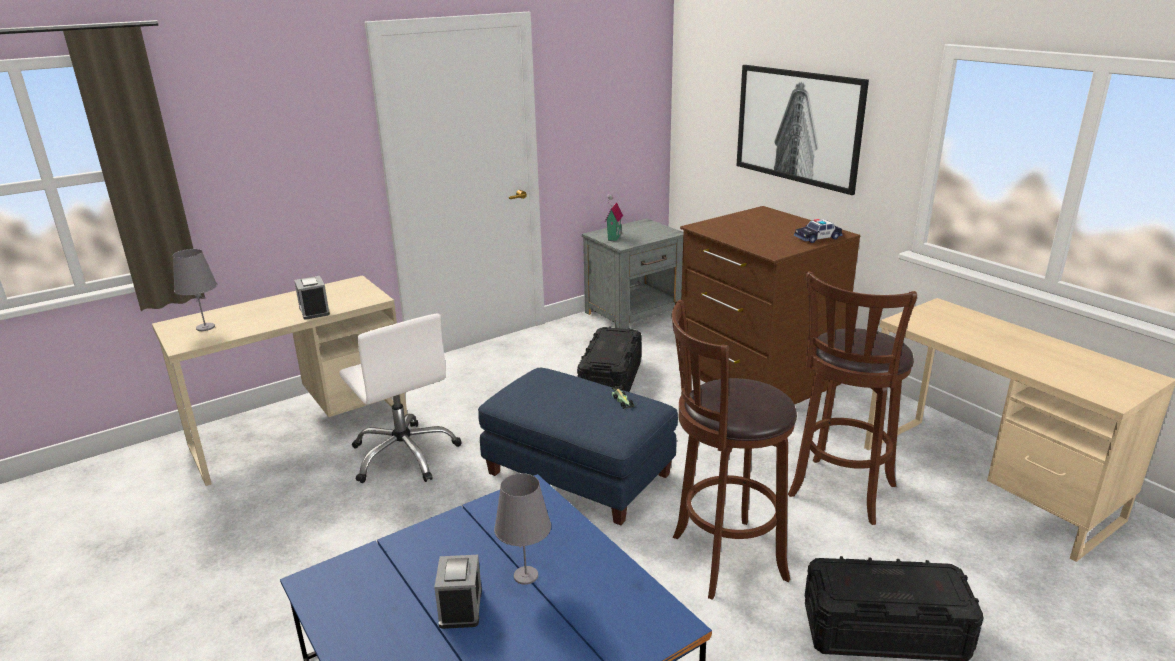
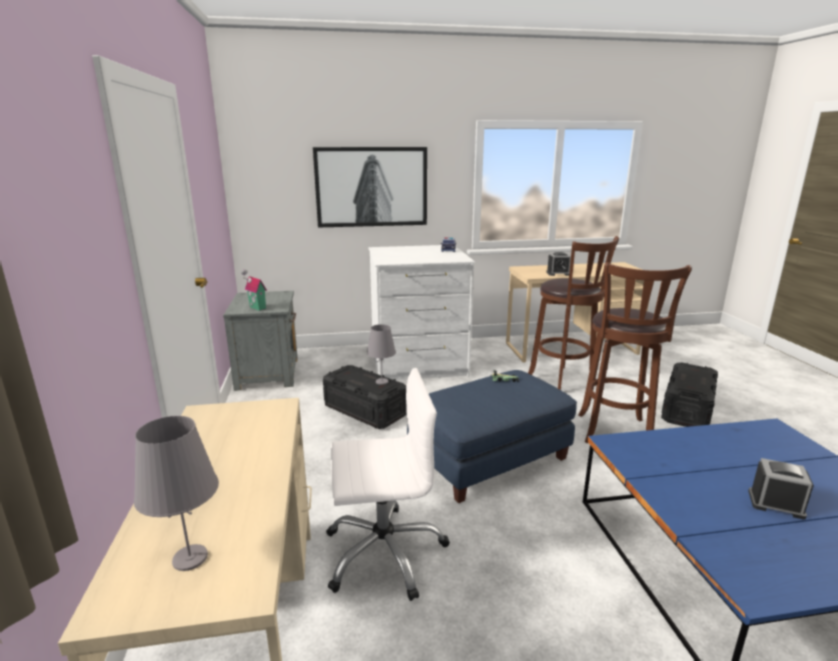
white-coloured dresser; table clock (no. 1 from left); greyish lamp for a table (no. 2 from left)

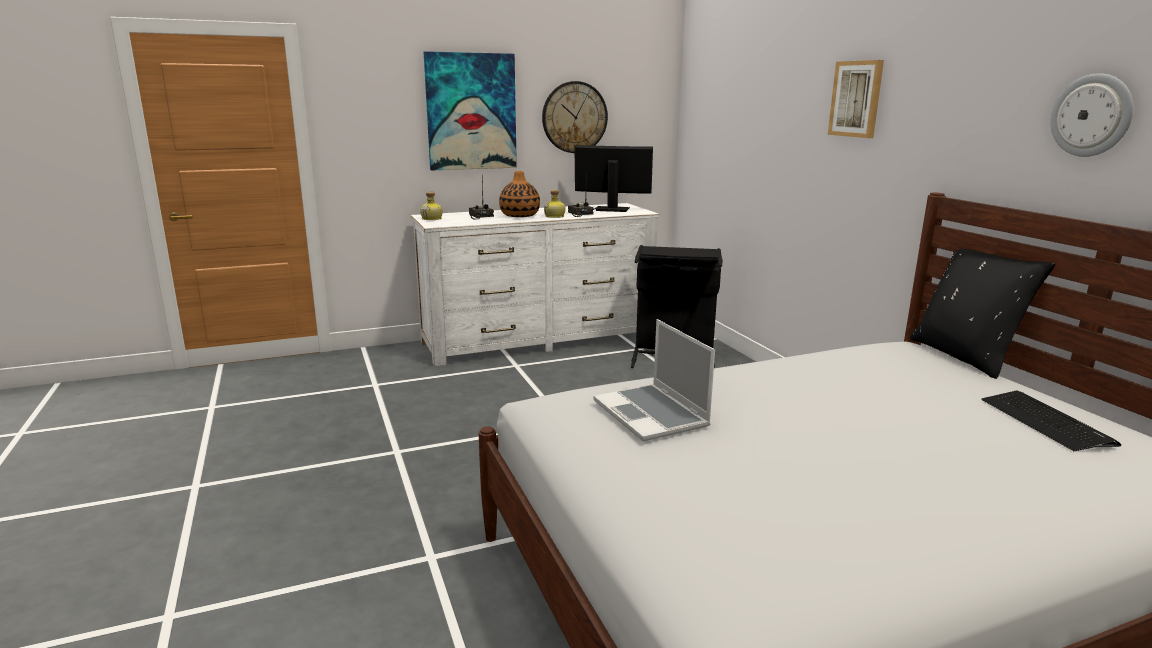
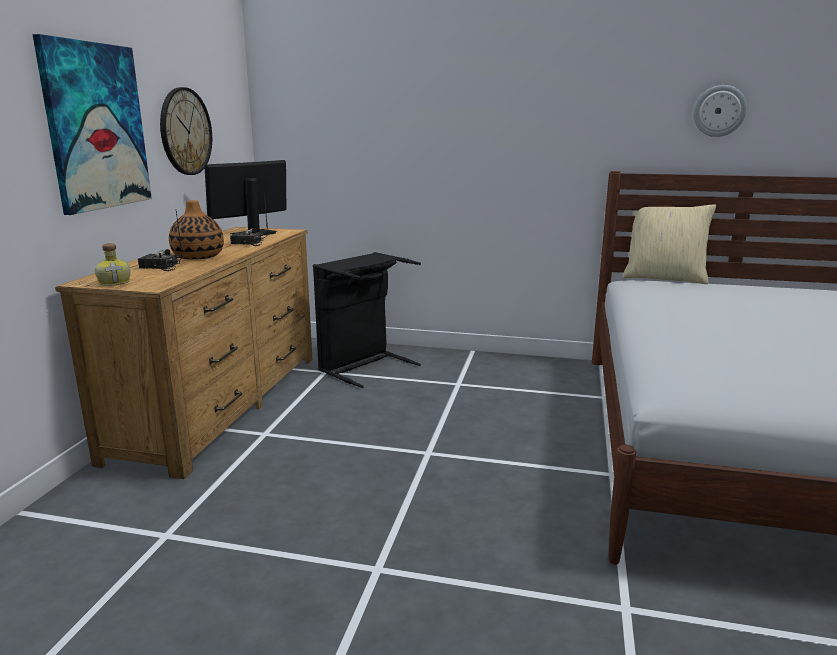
picture (no. 2 from left in the first image); bottle (no. 2 from left in the first image); brownish dresser; sand-coloured cushion; laptop; PC keyboard

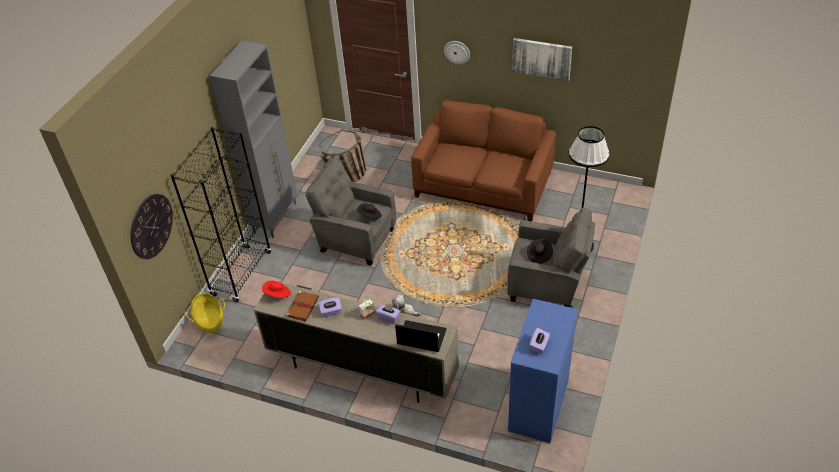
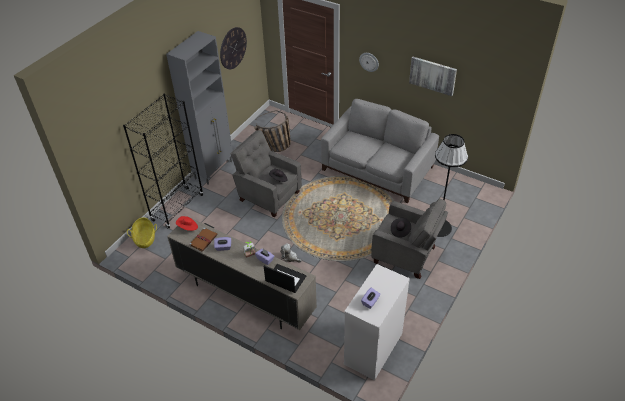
greyish settee; hanging clock (no. 1 from left); white-coloured dresser

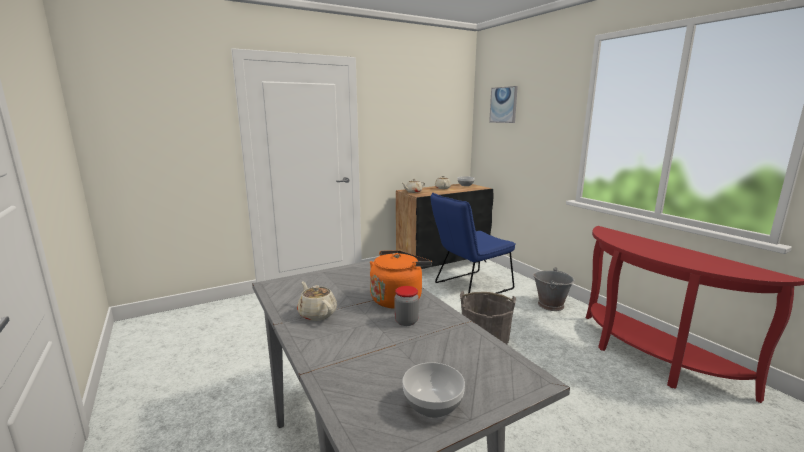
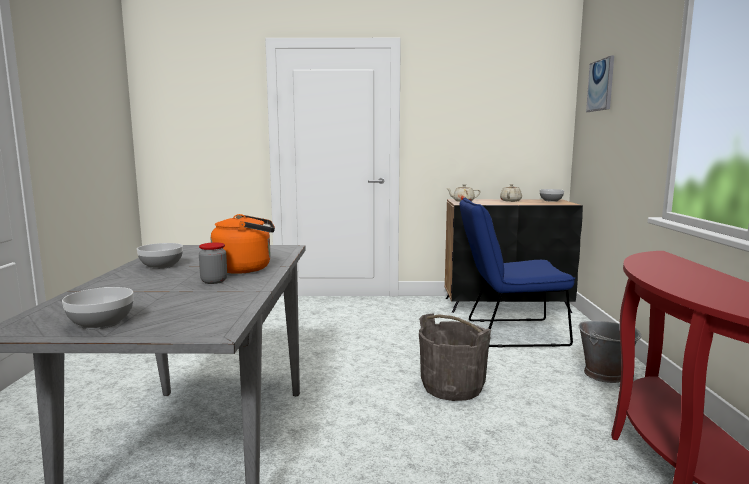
serving bowl (no. 2 from left)

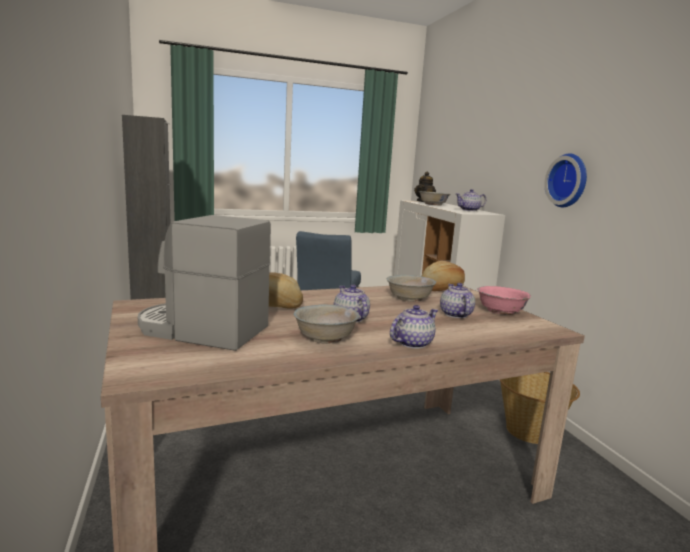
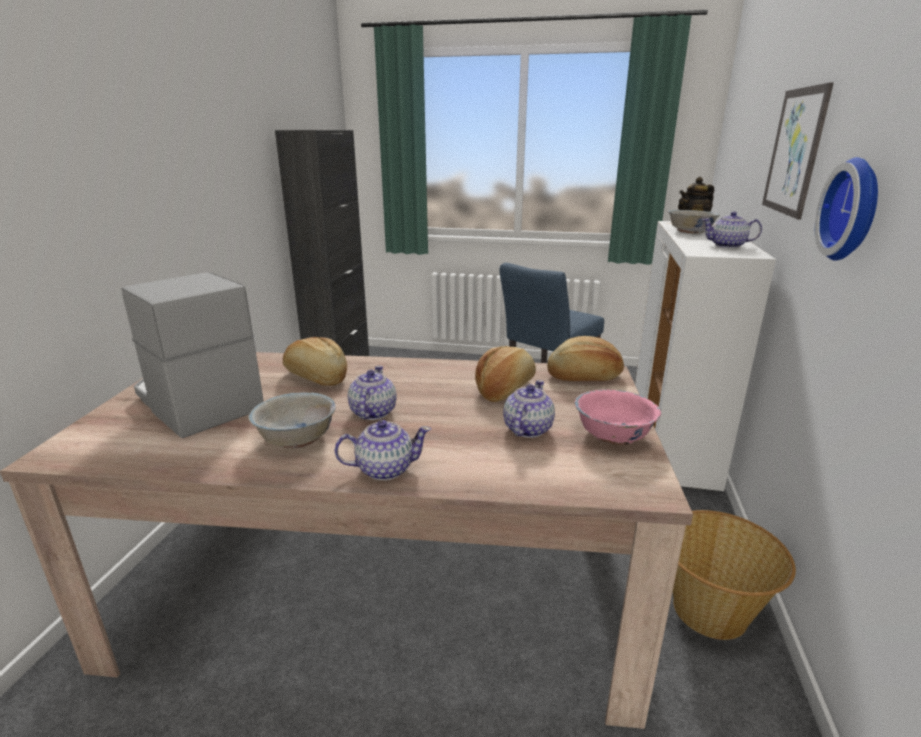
bread (no. 2 from left); picture

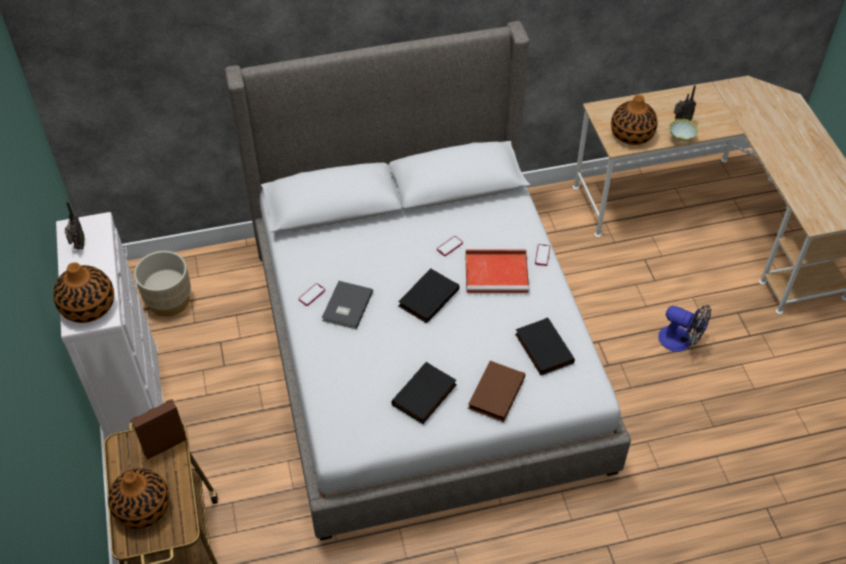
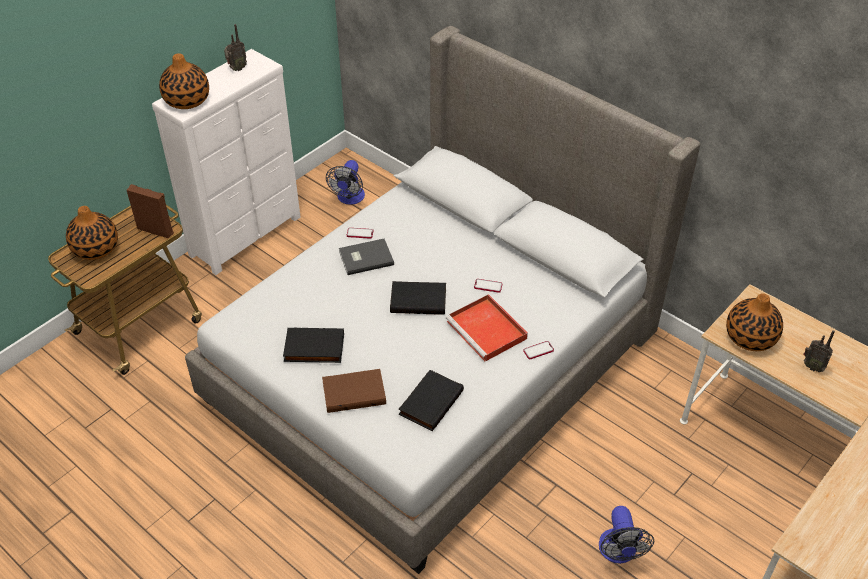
serving bowl; fan (no. 1 from left)

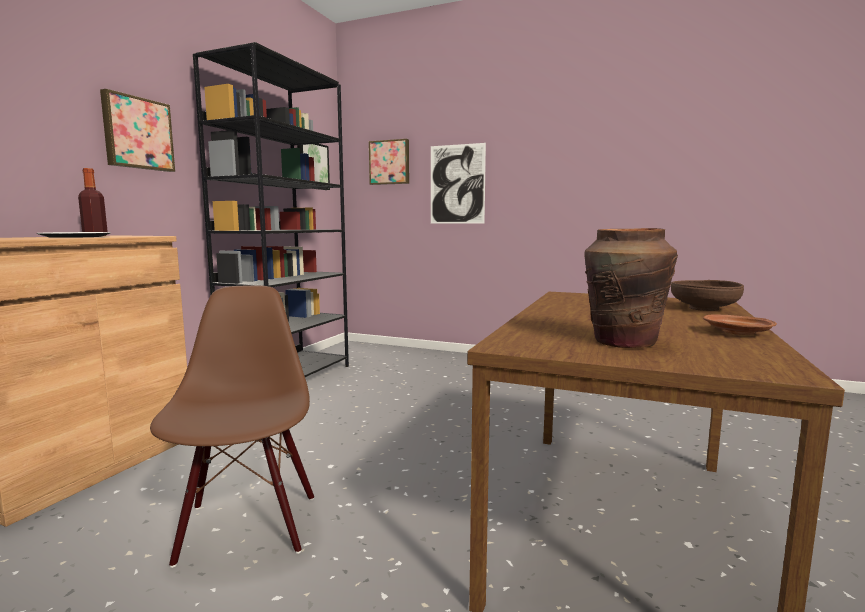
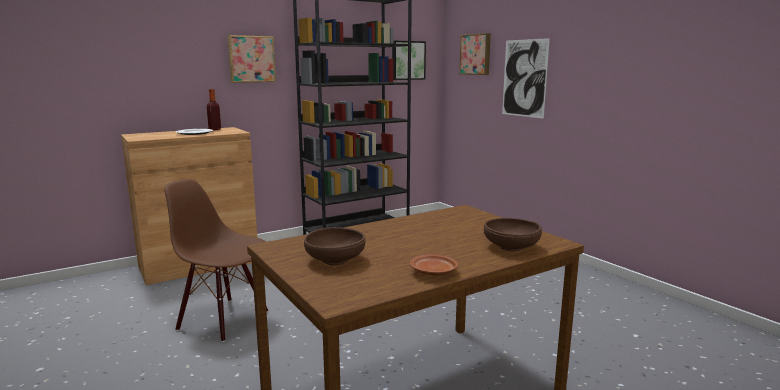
brownish serving bowl (no. 1 from left); brownish plain chair

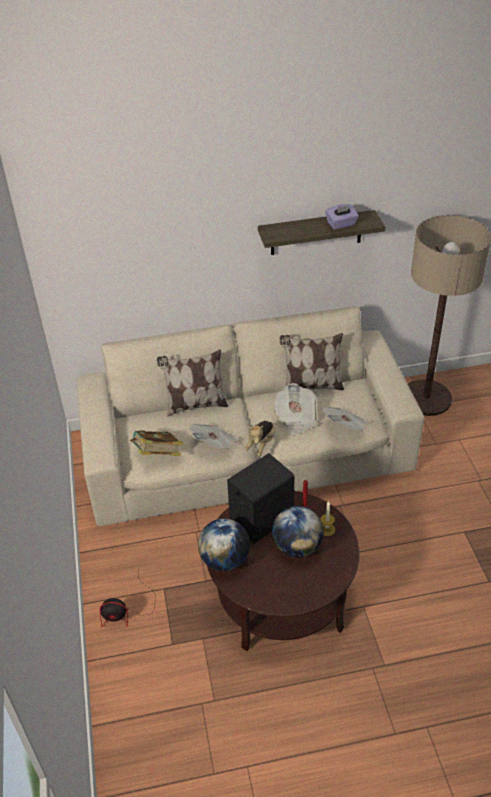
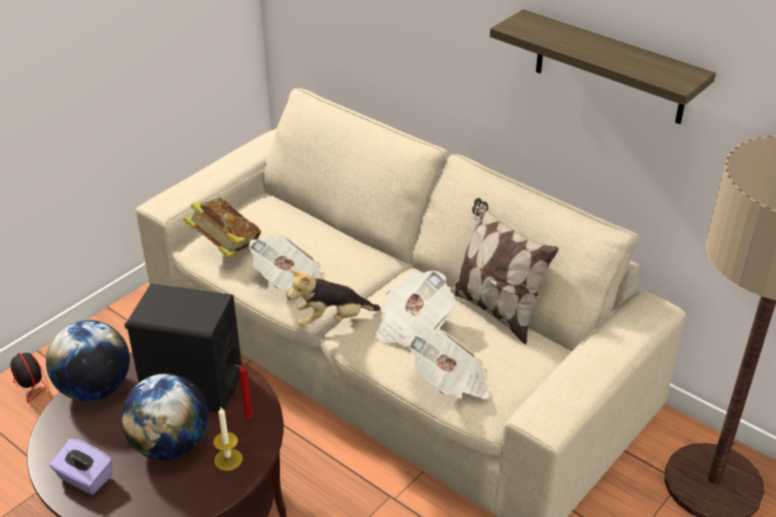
purple-coloured tissue box; cushion (no. 1 from left in the first image)

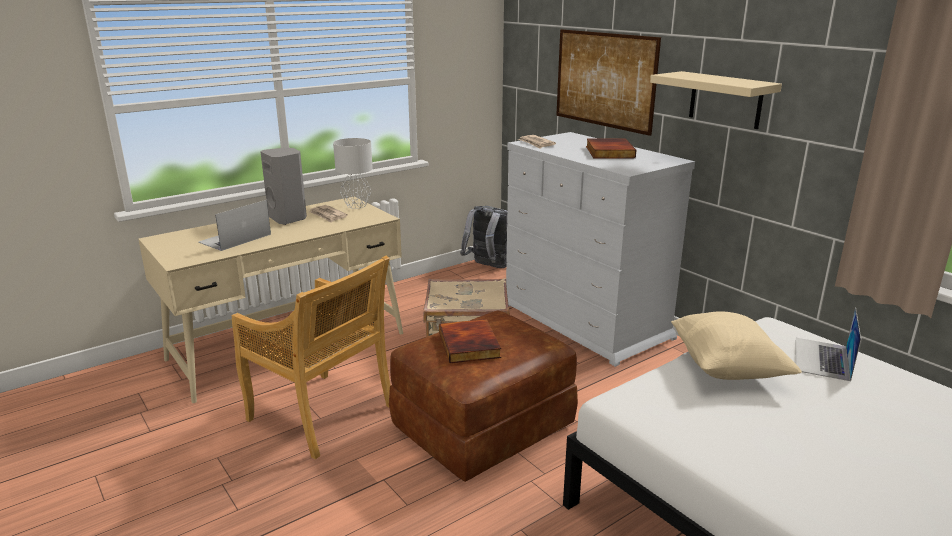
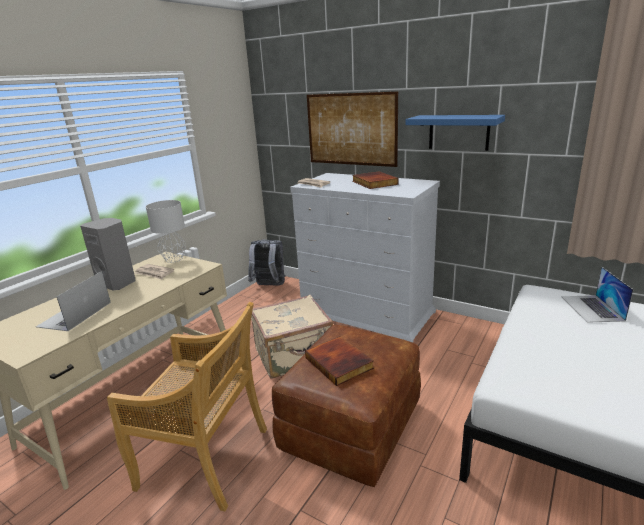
bluish wall shelf; sand-coloured cushion

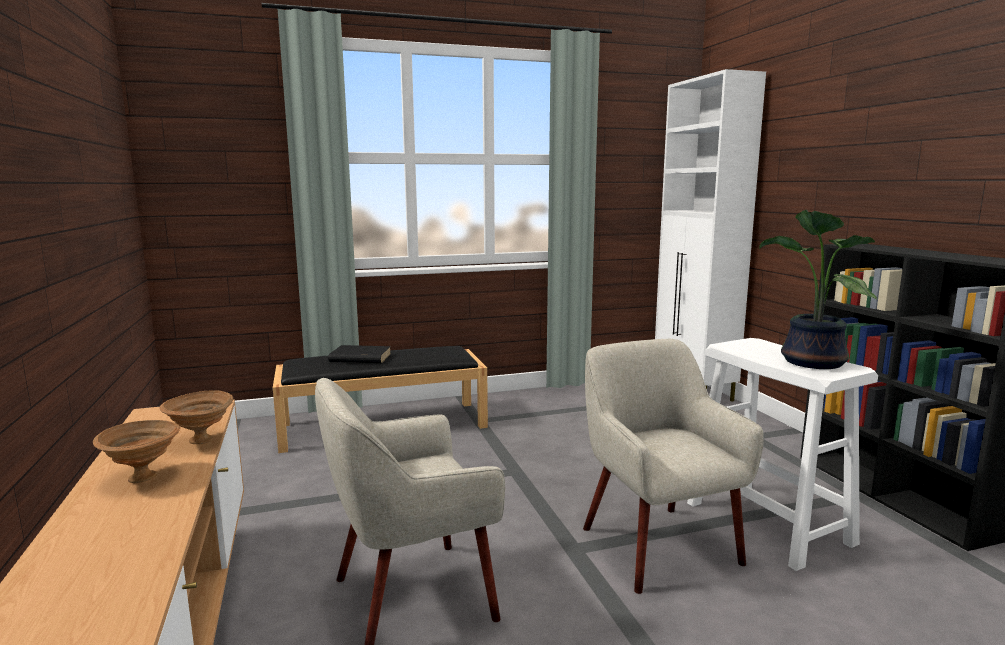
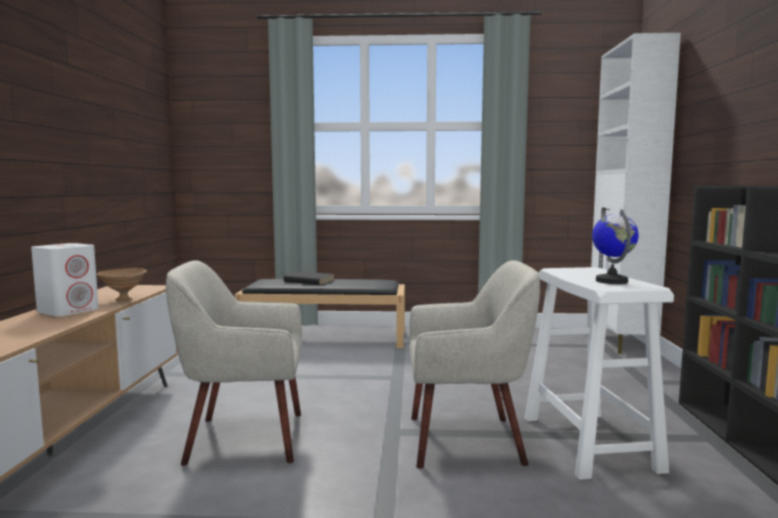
desk globe; sand-coloured easy chair (no. 2 from left); white-coloured speaker

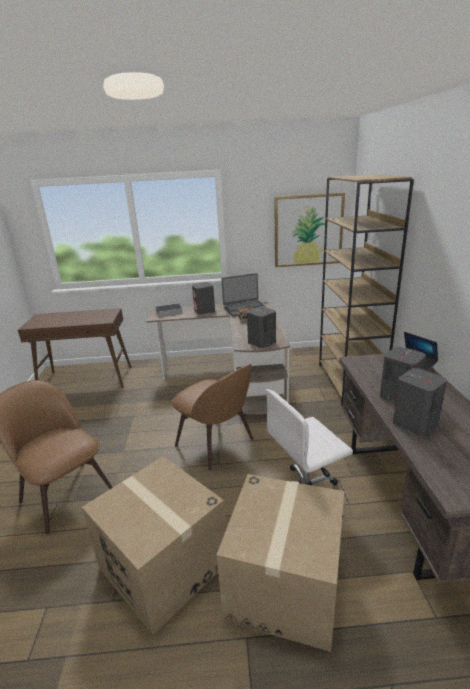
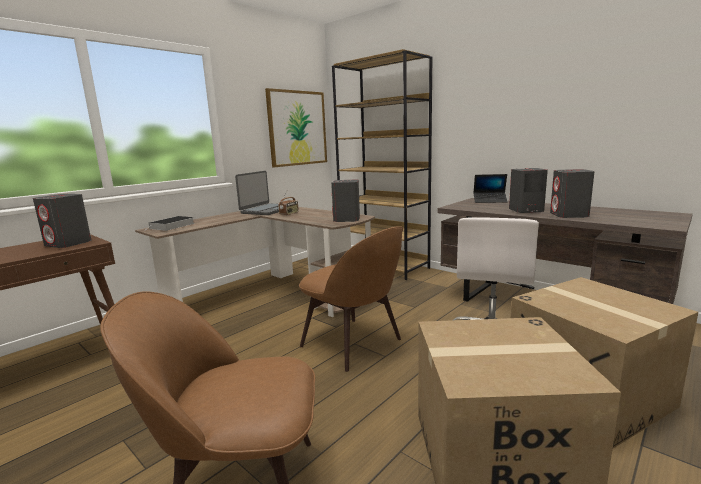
greyish speaker (no. 1 from left); brownish plain chair (no. 2 from left)

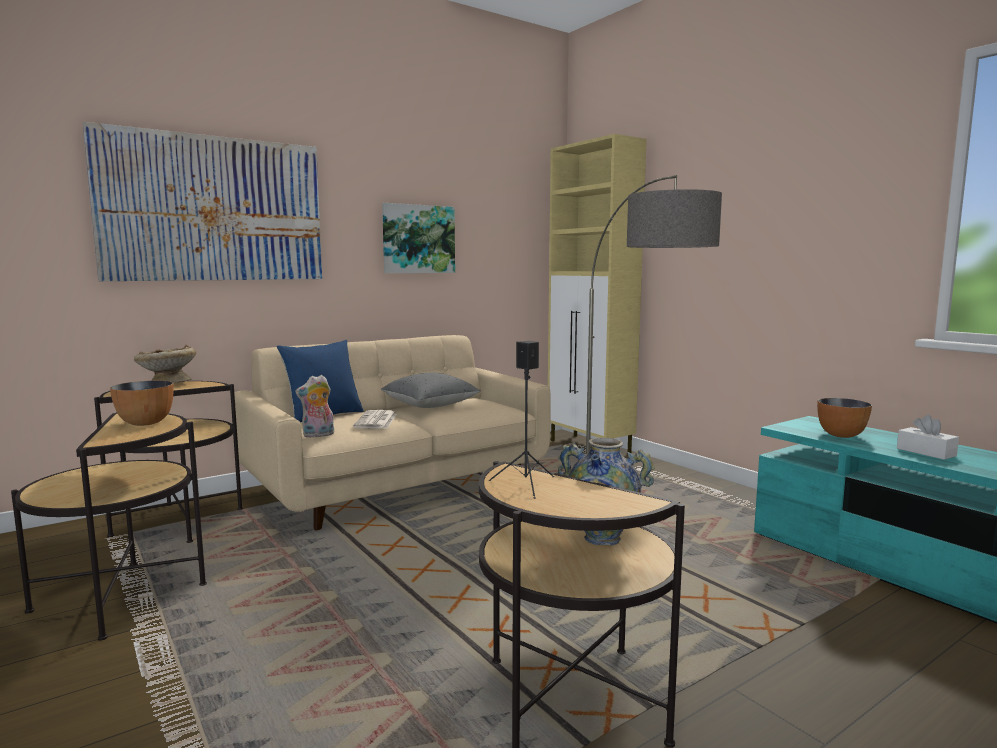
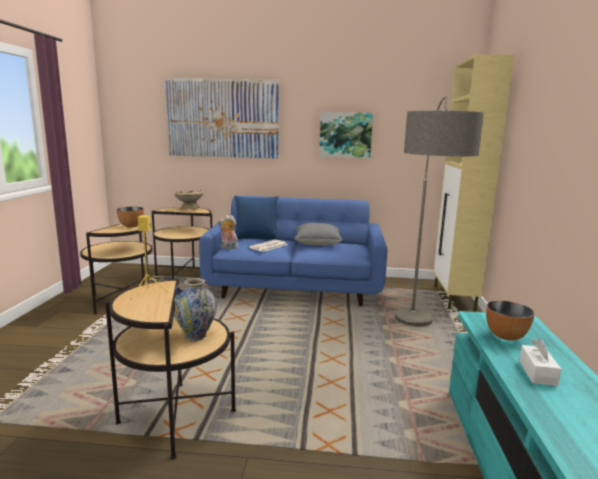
bluish settee; yellow speaker

